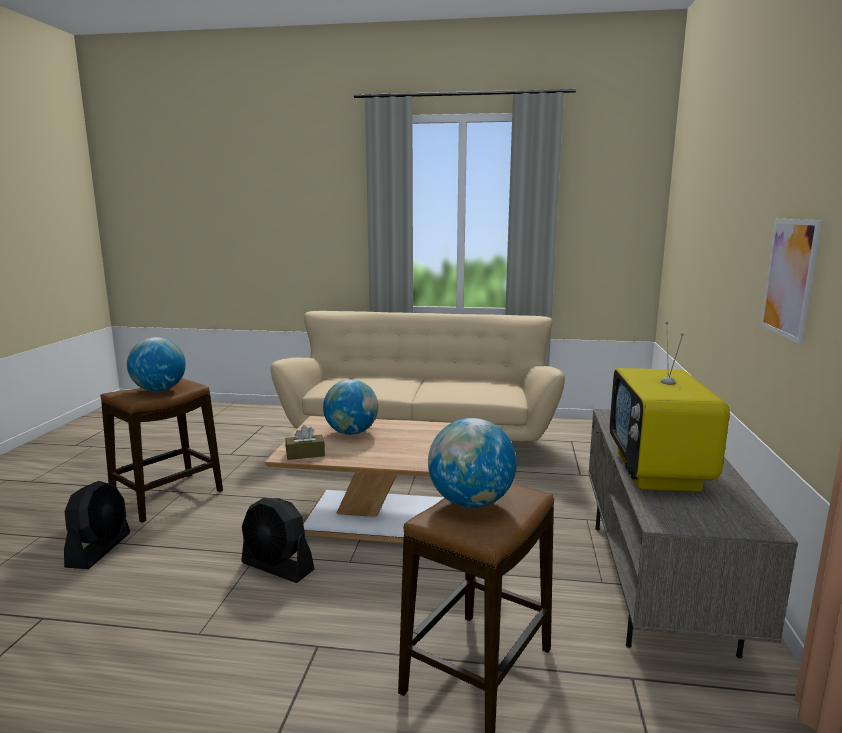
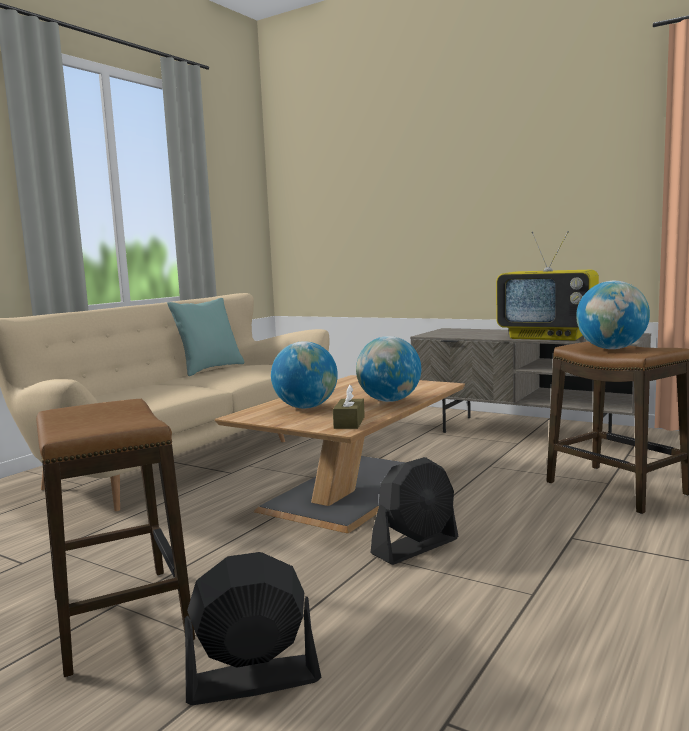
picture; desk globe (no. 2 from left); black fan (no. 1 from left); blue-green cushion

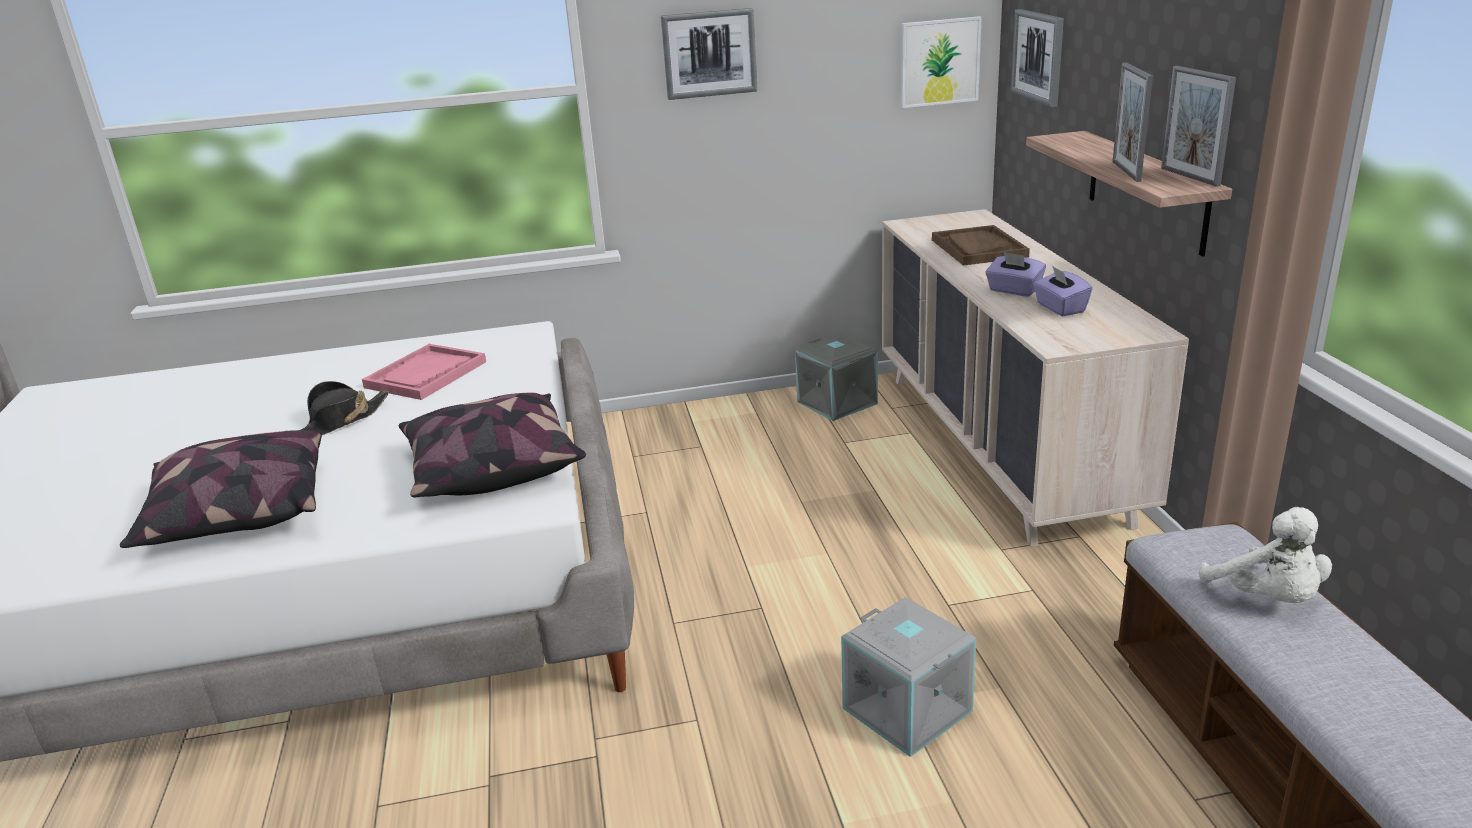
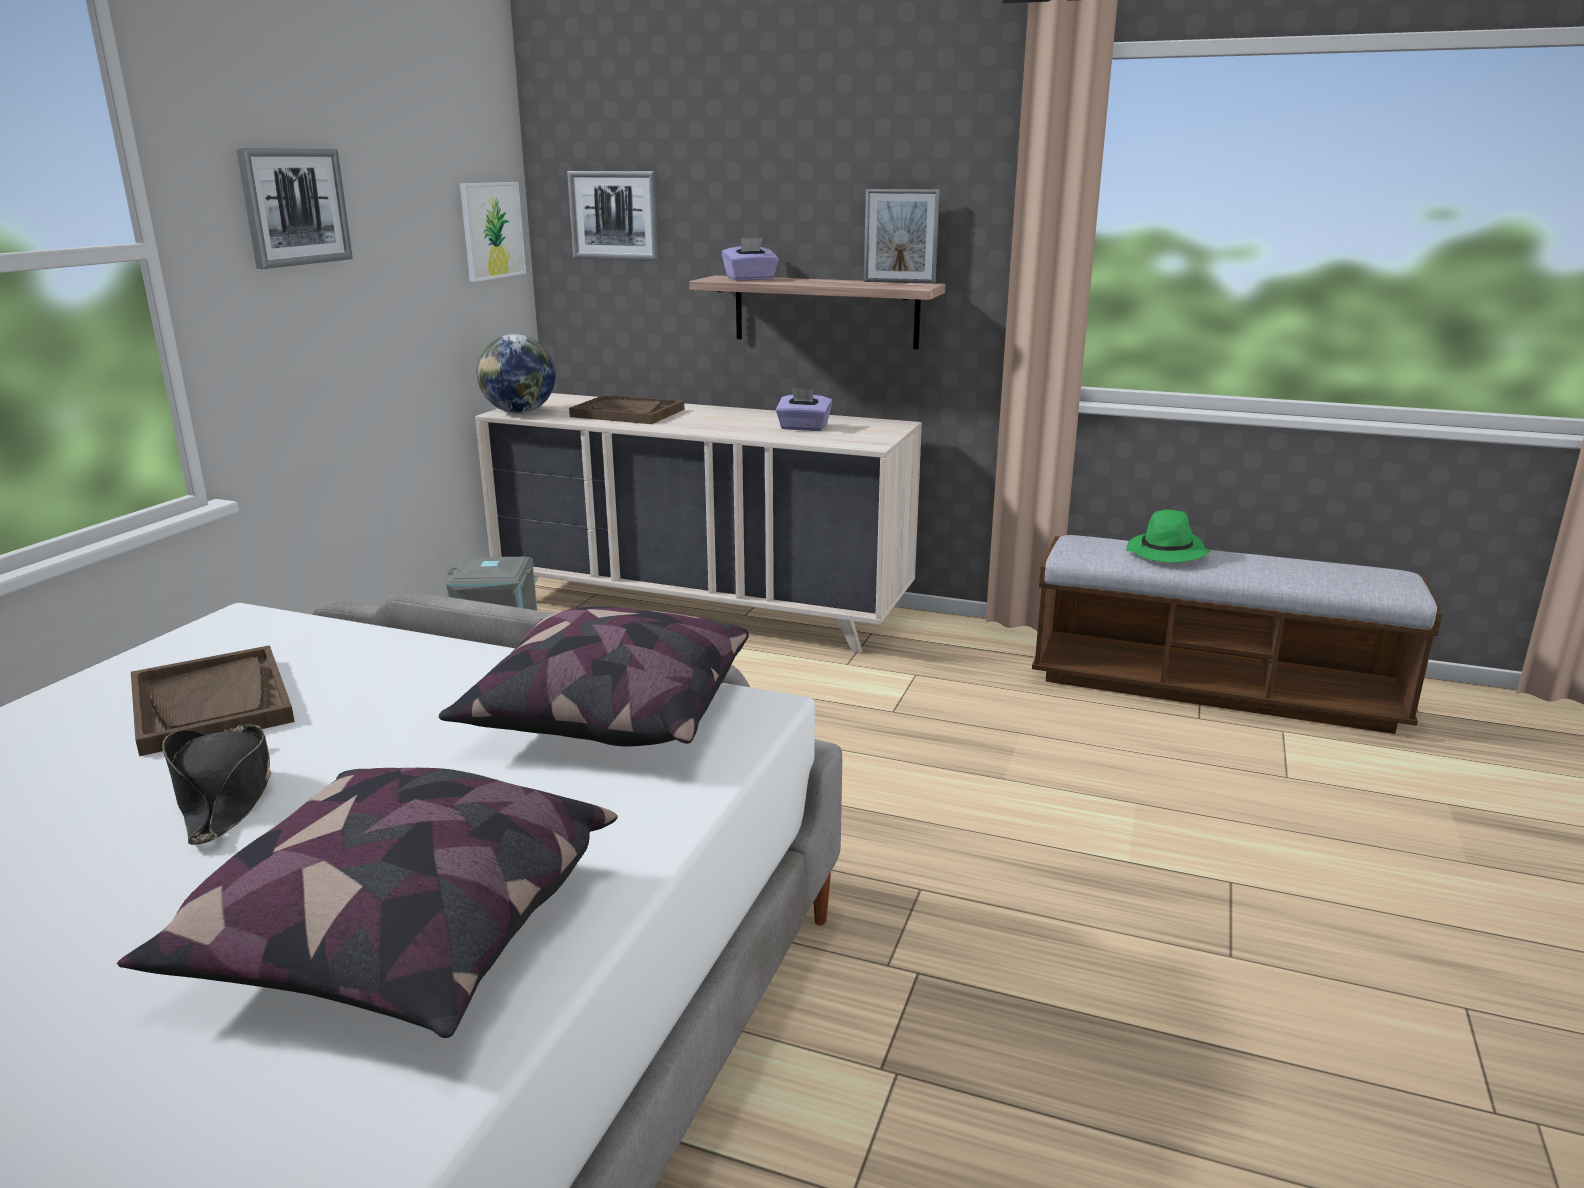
standing frame (no. 1 from left in the first image); purple-coloured tissue box (no. 1 from left); brownish serving tray (no. 1 from left); green wearable hat; greyish storage bin (no. 2 from left in the first image); desk globe

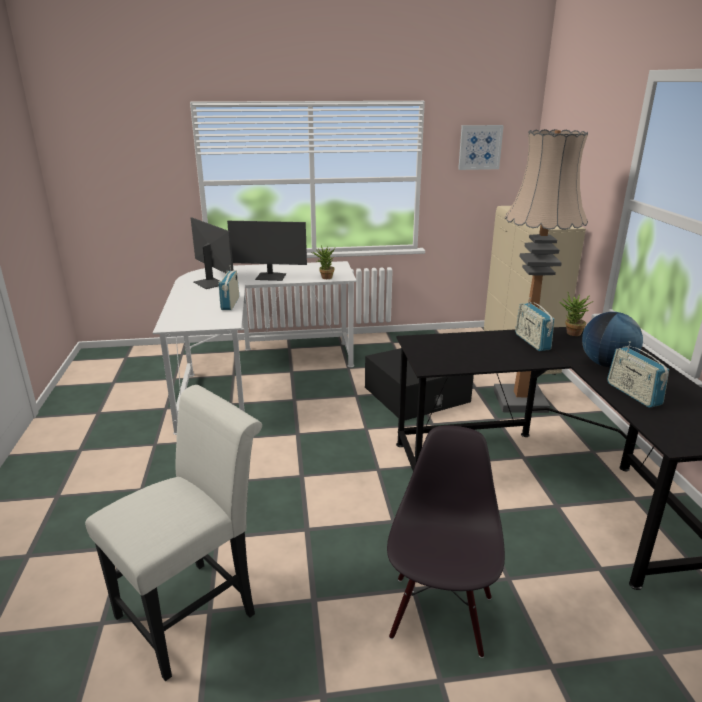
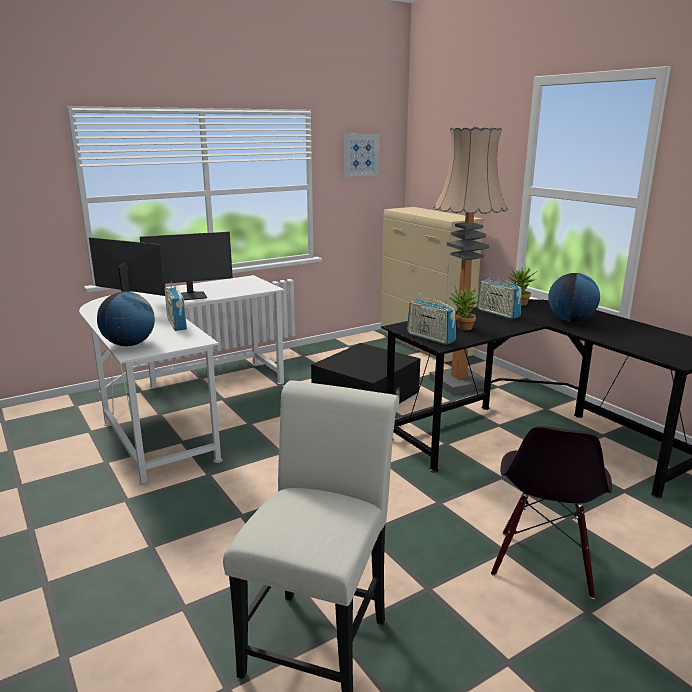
potted plant (no. 1 from left); radio receiver (no. 2 from left); black plain chair; desk globe (no. 1 from left)

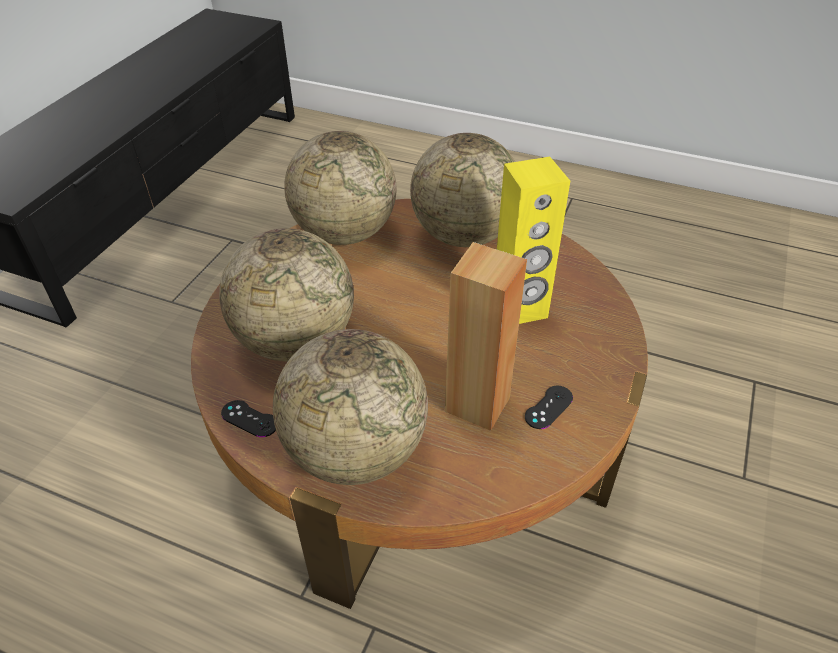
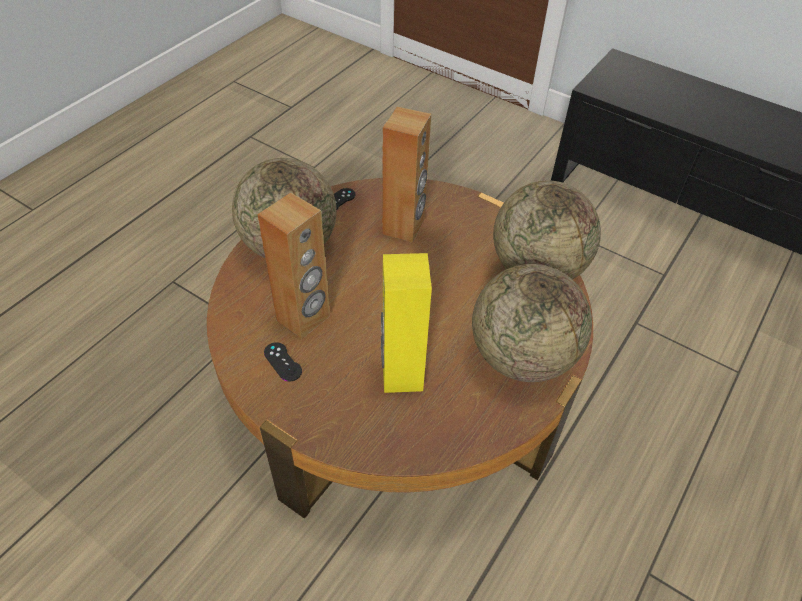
brownish speaker (no. 2 from left)

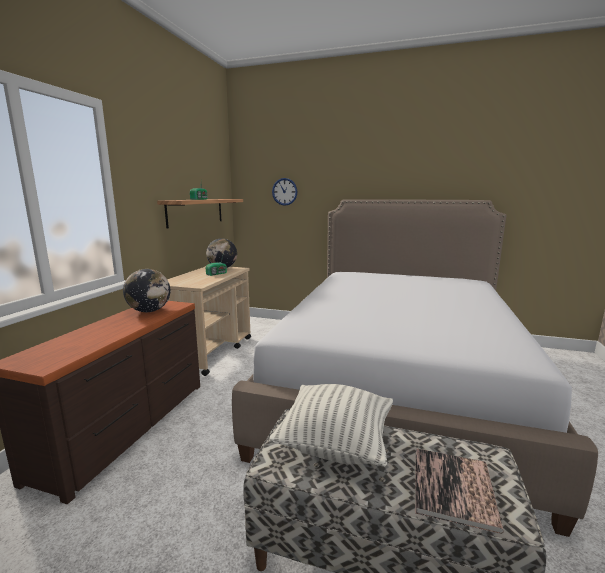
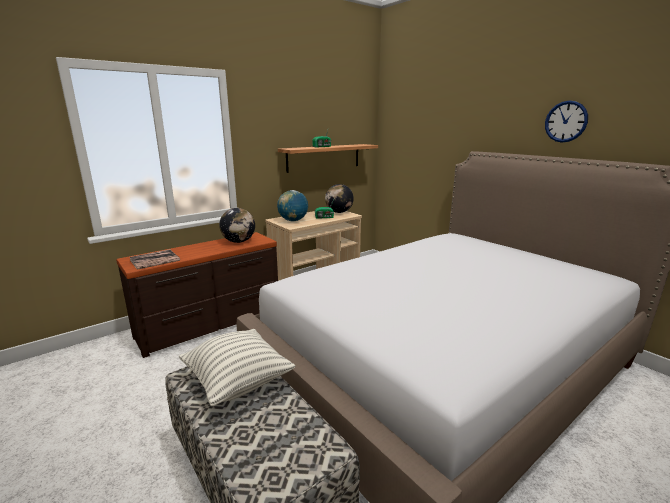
hanging clock; volume; desk globe (no. 2 from left)

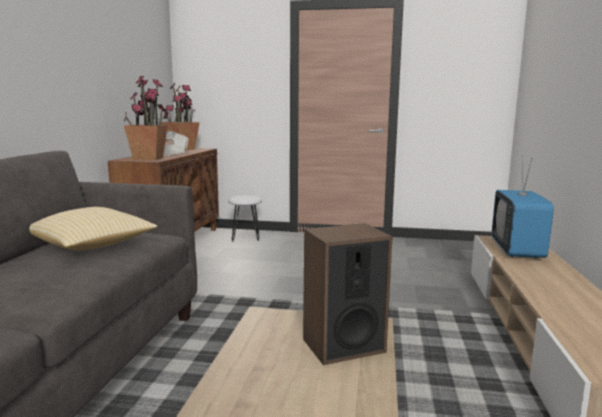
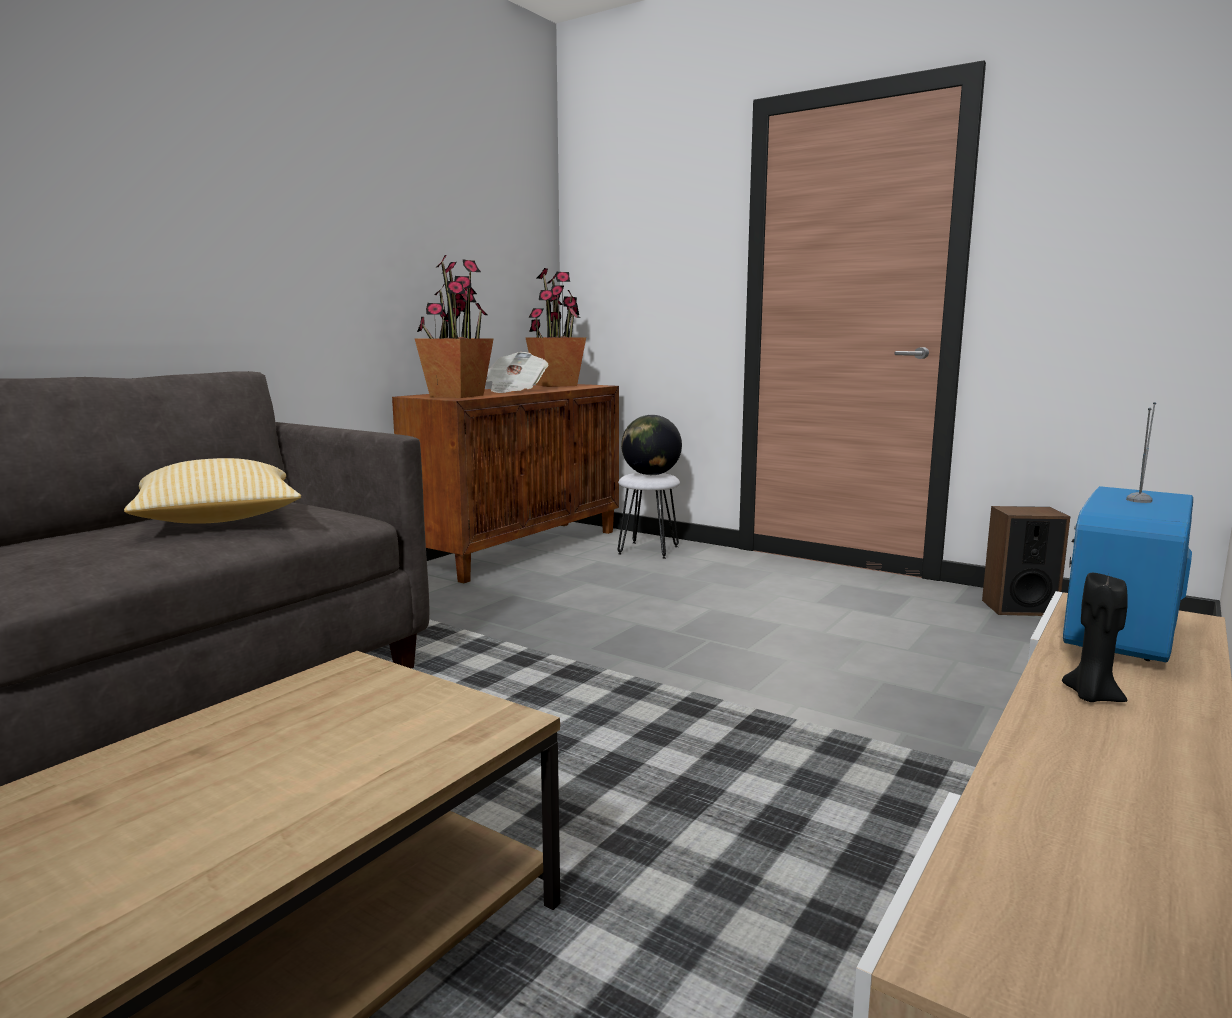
speaker; desk globe; black wax candle

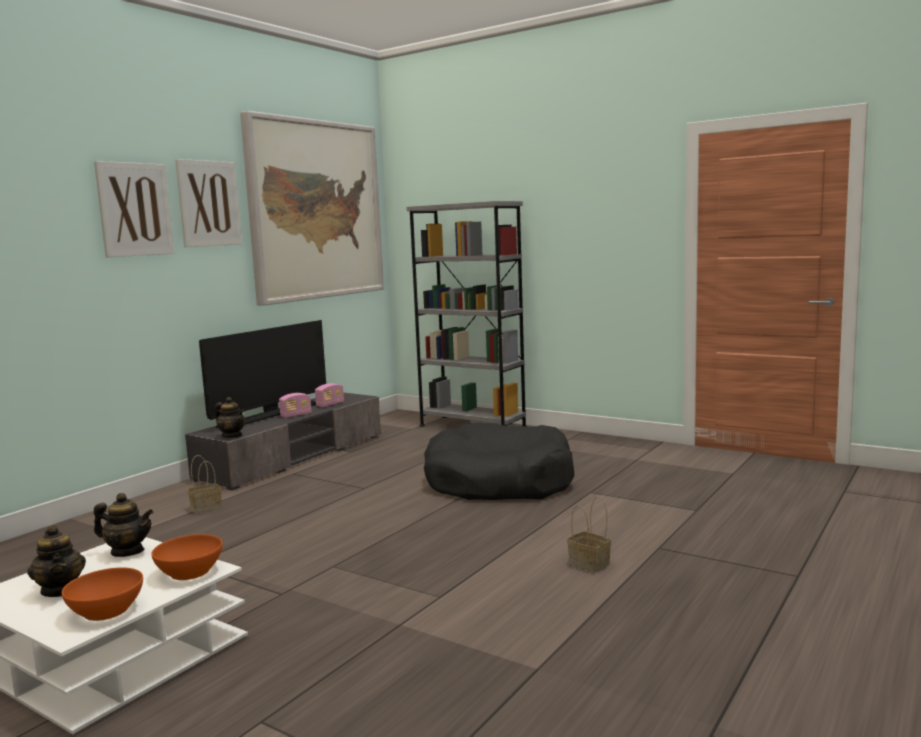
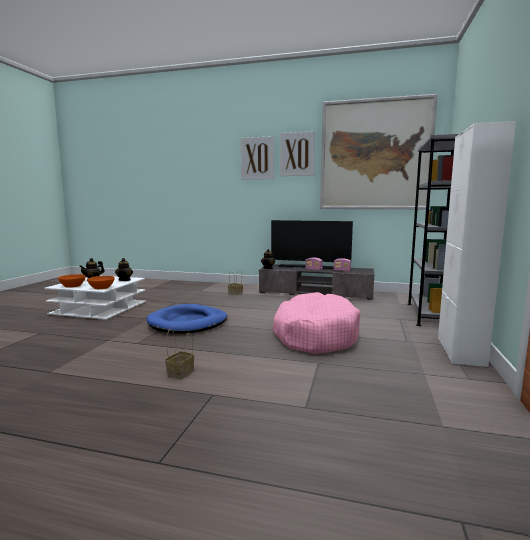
pink dog bed; white-coloured storage cabinet; bluish dog bed

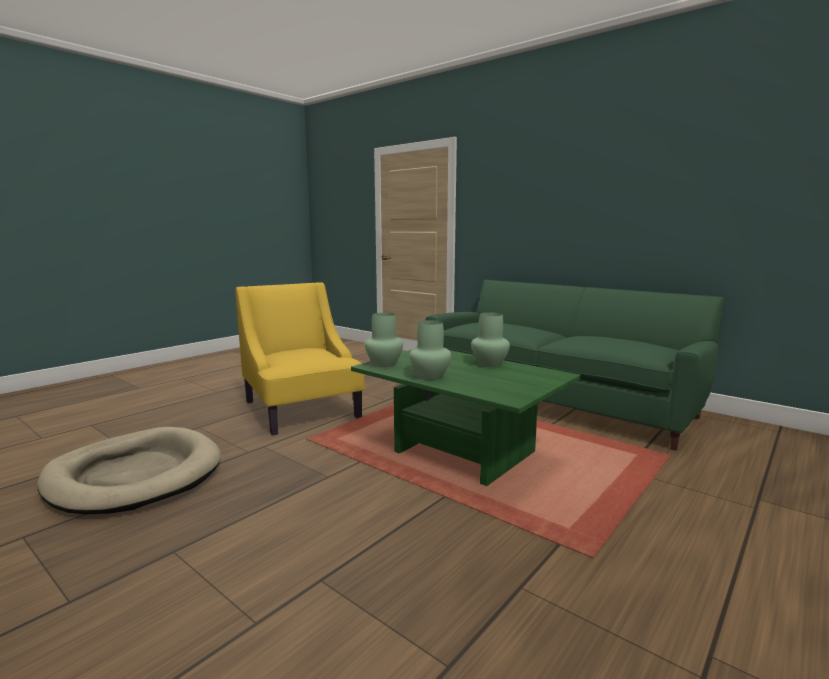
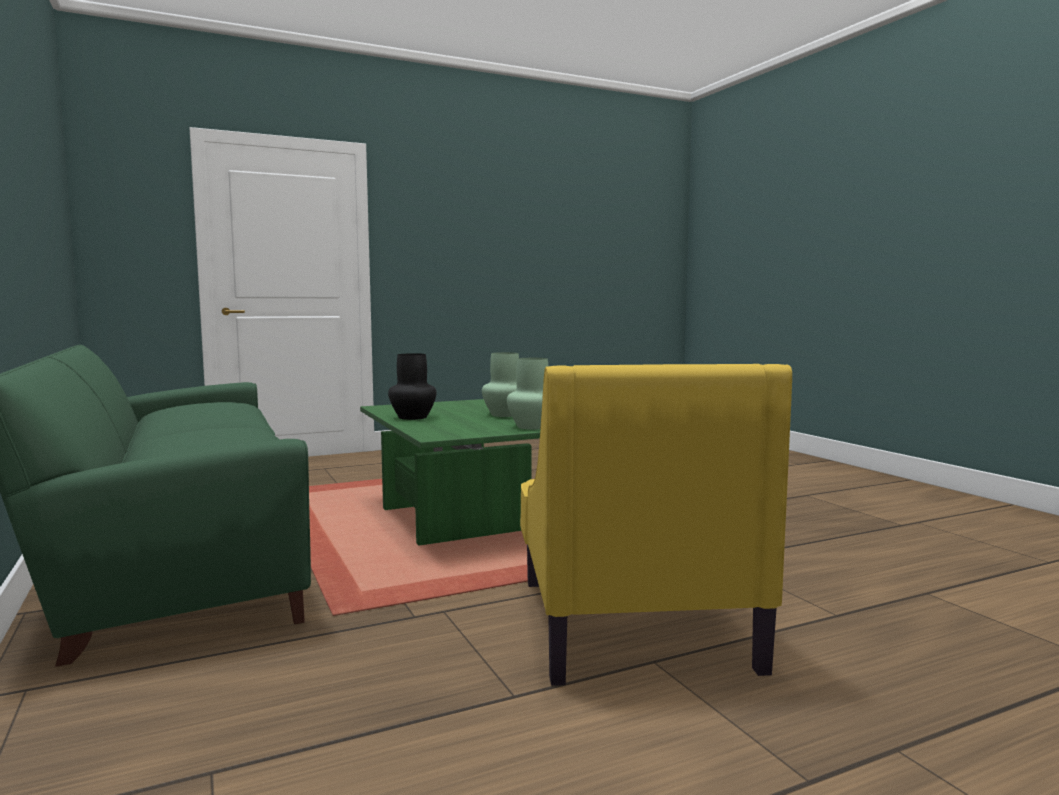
black decorative vase; sand-coloured dog bed

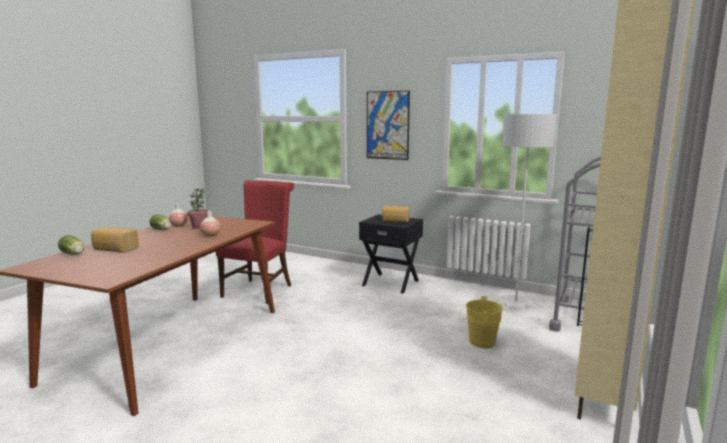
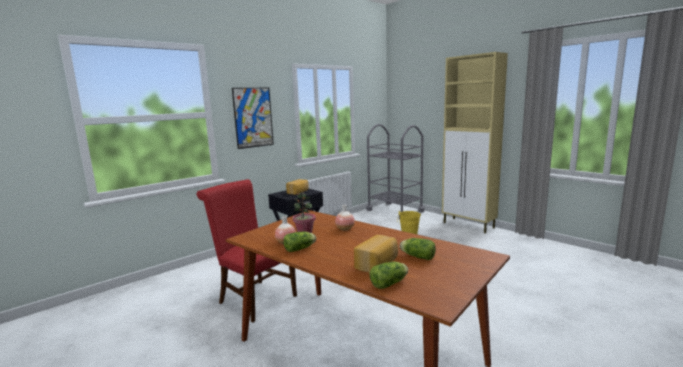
greyish standing lamp; lettuce (no. 3 from left)

